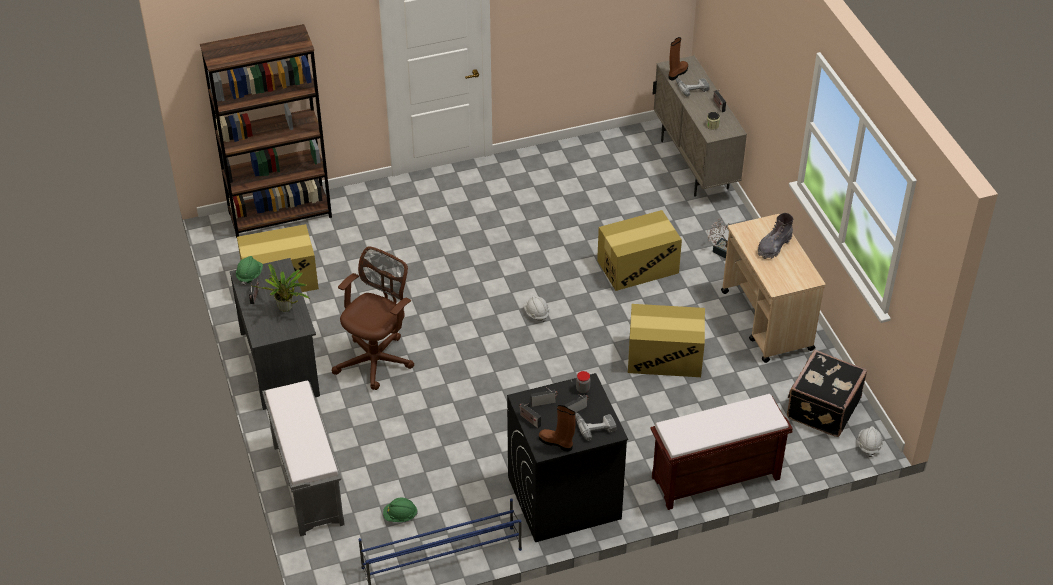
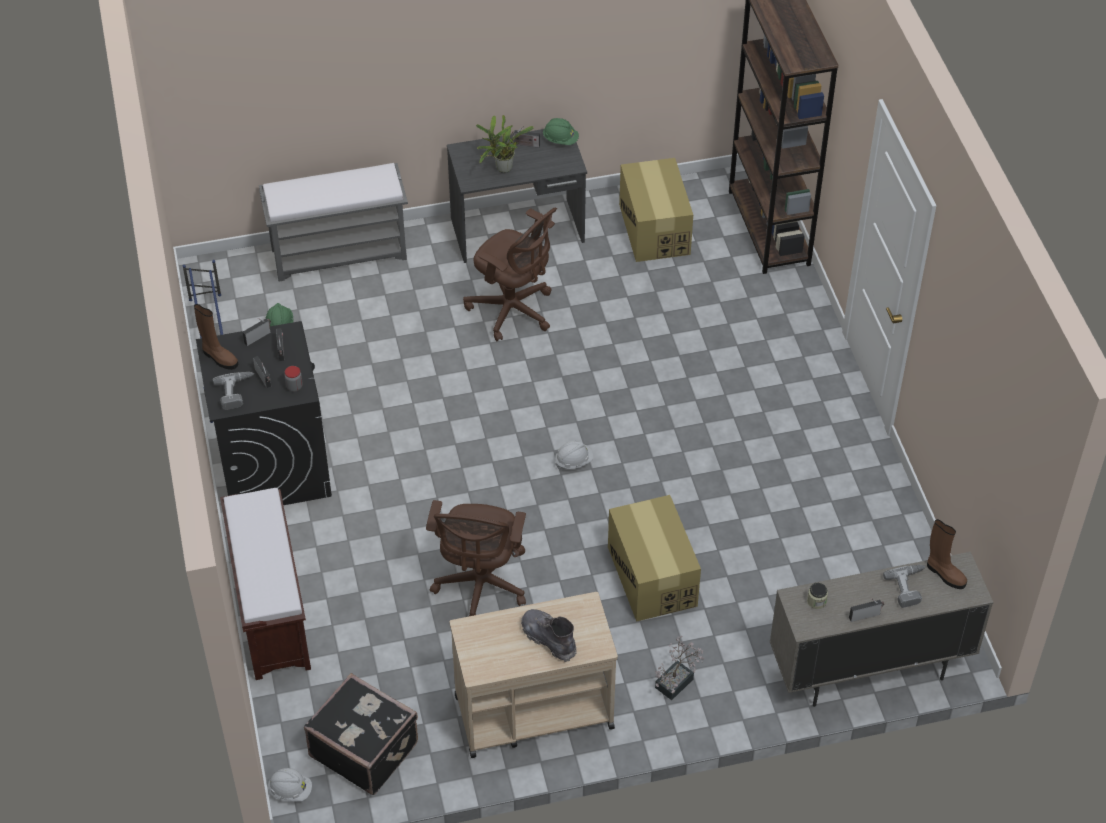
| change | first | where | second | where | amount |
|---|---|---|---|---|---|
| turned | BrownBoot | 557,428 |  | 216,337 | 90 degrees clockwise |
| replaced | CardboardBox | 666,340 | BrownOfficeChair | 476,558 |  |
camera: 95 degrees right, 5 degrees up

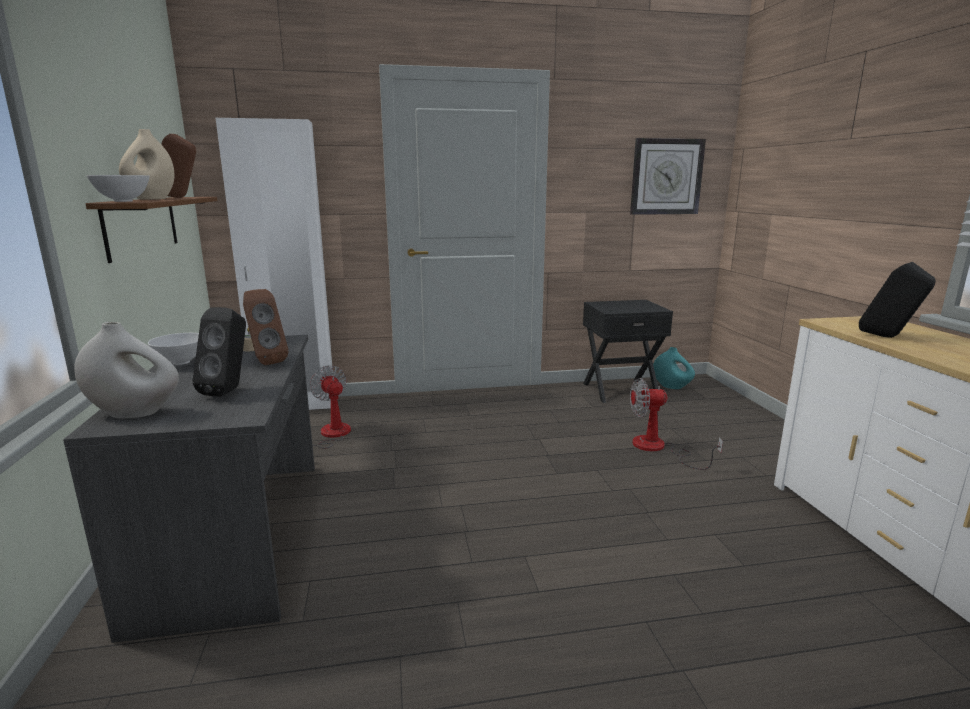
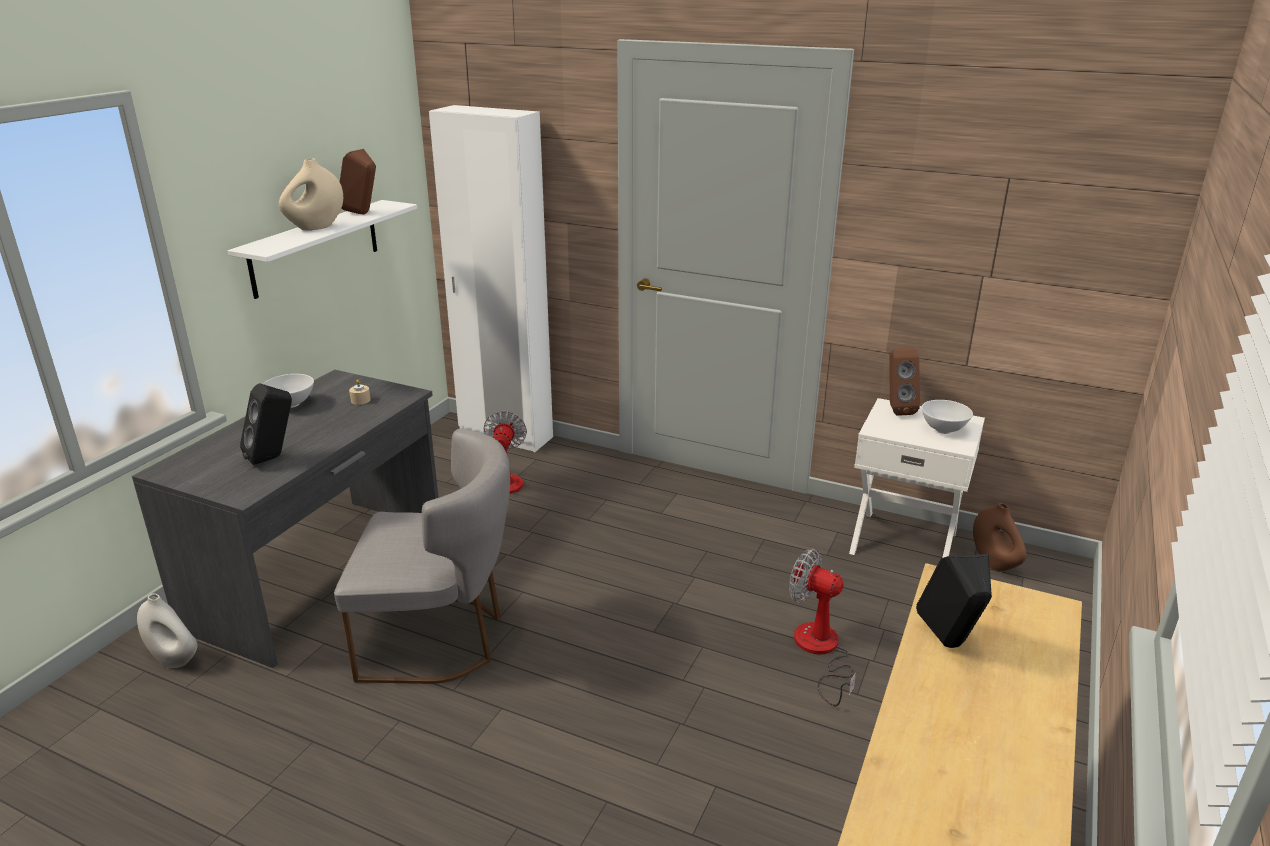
| change | first | where | second | where | amount |
|---|---|---|---|---|---|
| moved | WhiteVase | 126,370 |  | 167,631 |  |
| recoloured | BrownShelf | 151,230 | WhiteShelf | 322,249 |  |
| moved | WhiteBowl | 118,188 |  | 947,417 |  |
| moved | BrownSpeaker | 266,327 |  | 904,381 |  |
| recoloured | BlackNightstand | 628,351 | WhiteNightstand | 917,478 |  |
| removed | WallClock | 668,176 |  |  |  |
| recoloured | TurquoiseVase | 674,368 | BrownVase | 1000,537 |  |
| added |  |  | GreyChair | 422,556 |  |
camera: 35 degrees right, 10 degrees up

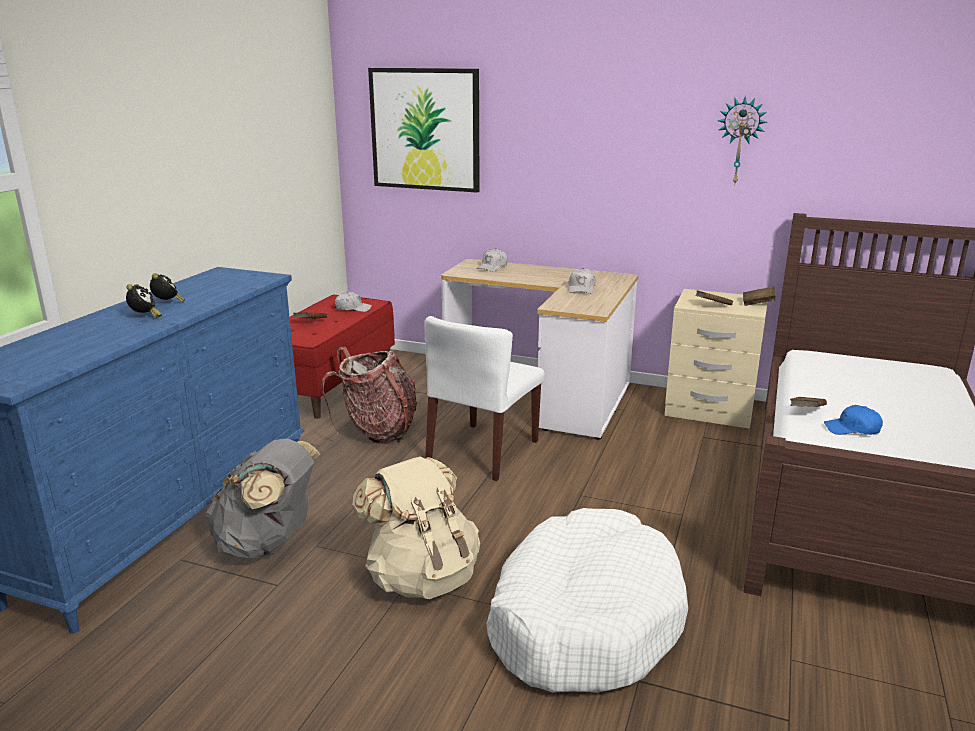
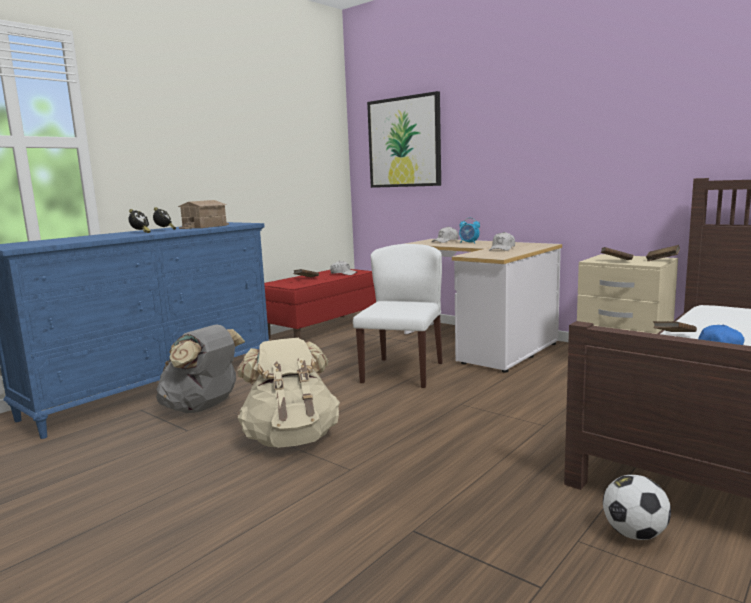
| change | first | where | second | where | amount |
|---|---|---|---|---|---|
| removed | Backpack | 369,395 |  |  |  |
| turned | WhiteChair | 484,398 |  | 398,316 | 150 degrees clockwise |
| removed | WhiteDogBed | 587,600 |  |  |  |
| removed | WallClock | 742,140 |  |  |  |
| added |  |  | ToyHouse | 203,214 |  |
| added |  |  | AlarmClock | 469,231 |  |
| added |  |  | Football | 637,507 |  |
camera: 20 degrees right, 10 degrees down

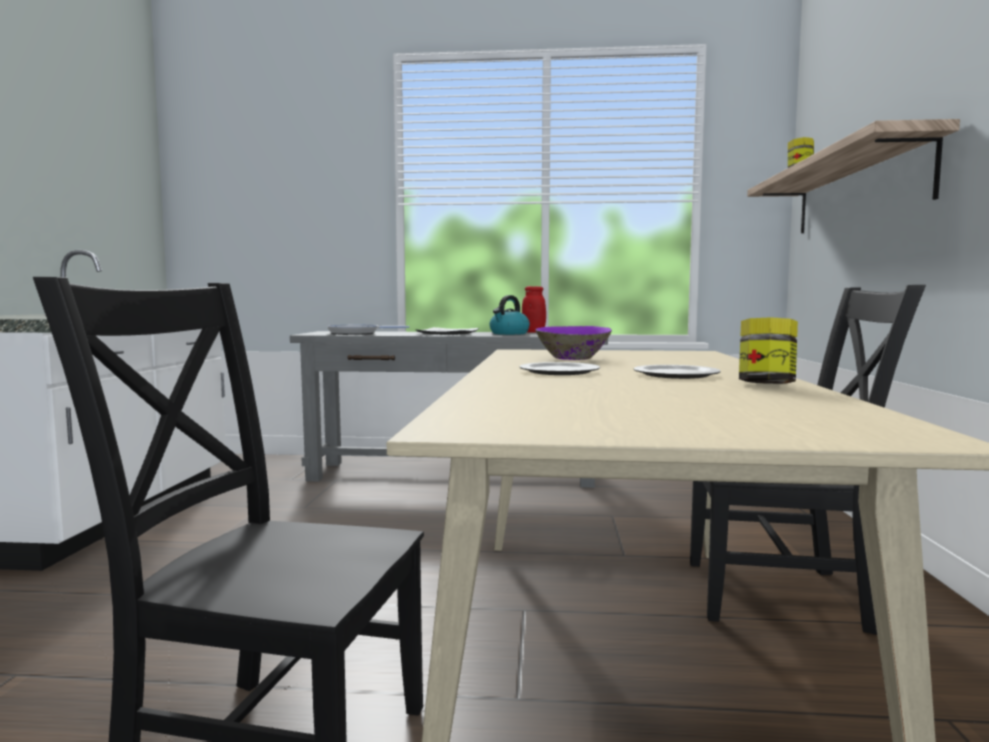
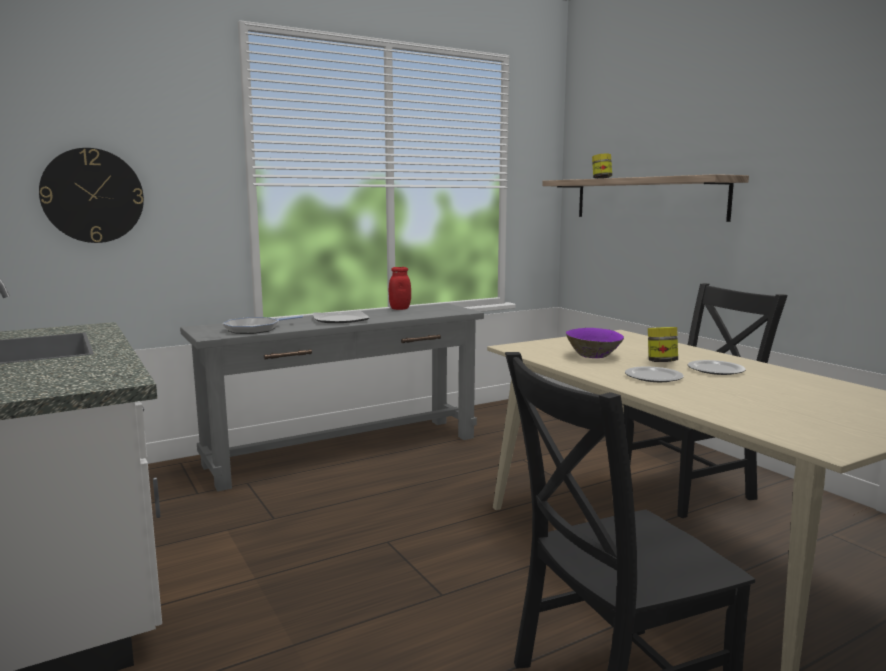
| change | first | where | second | where | amount |
|---|---|---|---|---|---|
| removed | Kettle | 510,315 |  |  |  |
| moved | Jar | 768,350 |  | 663,344 |  |
| added |  |  | WallClock | 91,195 |  |
camera: 35 degrees left, 5 degrees up

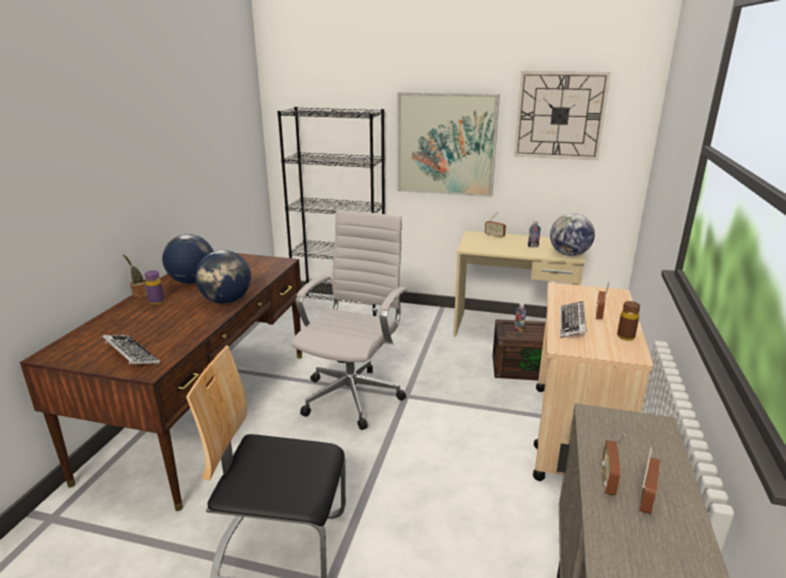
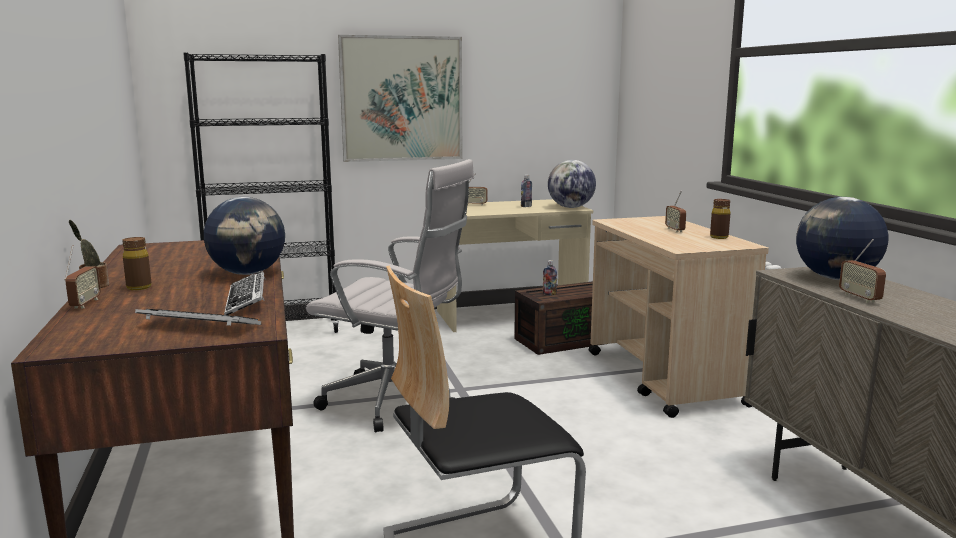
| change | first | where | second | where | amount |
|---|---|---|---|---|---|
| recoloured | PurpleBottle | 154,287 | BrownBottle | 137,263 |  |
| moved | Globe | 188,259 |  | 842,238 |  |
| turned | WhiteOfficeChair | 349,320 |  | 390,296 | 120 degrees clockwise |
| removed | WallClock | 562,115 |  |  |  |
| moved | Keyboard | 573,319 |  | 244,293 |  |
| moved | Radio | 649,480 |  | 82,277 |  |
camera: 30 degrees left, 10 degrees down

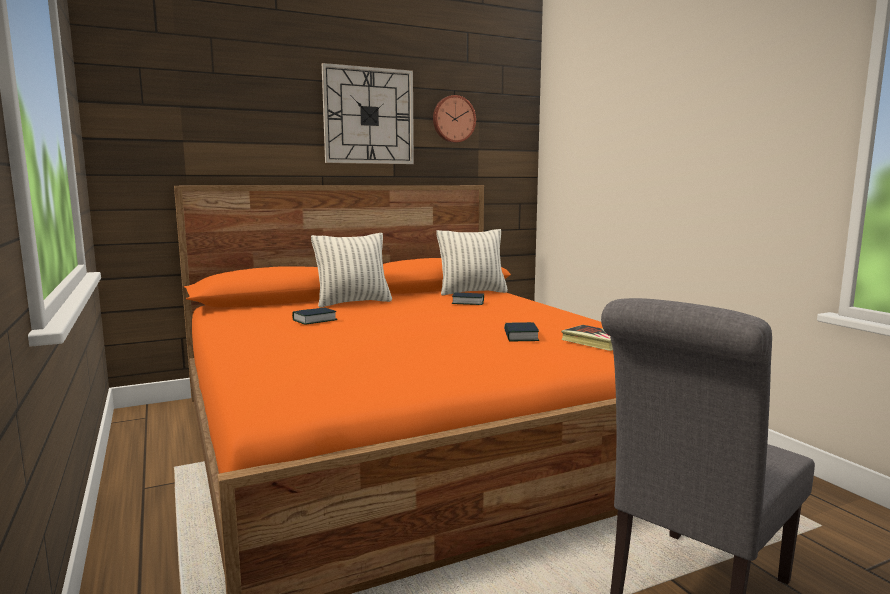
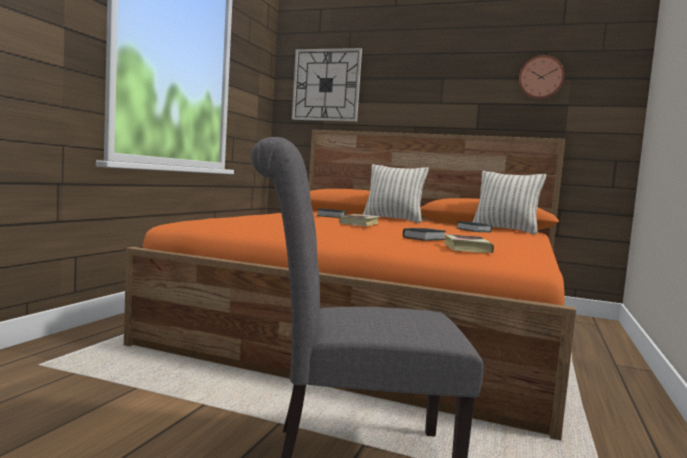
| change | first | where | second | where | amount |
|---|---|---|---|---|---|
| moved | WallClock | 368,113 |  | 327,85 |  |
| added |  |  | Book | 359,220 |  |
camera: 45 degrees right, 5 degrees down

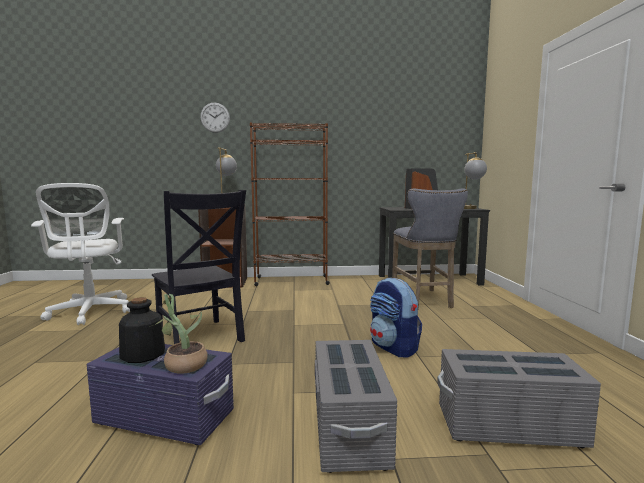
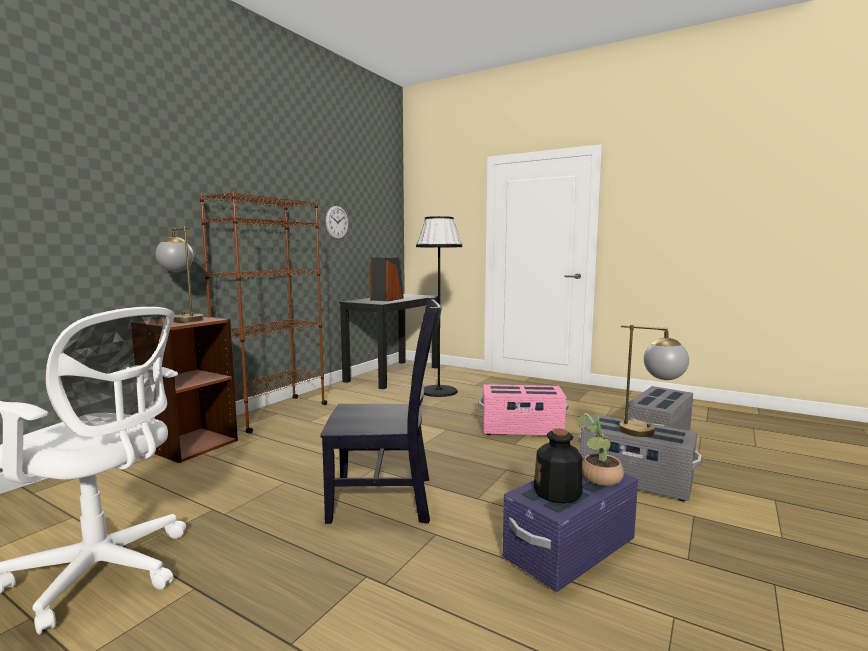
| change | first | where | second | where | amount |
|---|---|---|---|---|---|
| moved | WallClock | 215,117 |  | 337,222 |  |
| replaced | Backpack | 396,318 | PinkStorageBox | 523,409 |  |
| replaced | GreyStool | 430,248 | BlackFloorLamp | 439,306 |  |
| moved | TableLamp | 475,180 |  | 654,381 |  |
camera: 55 degrees left, 0 degrees up

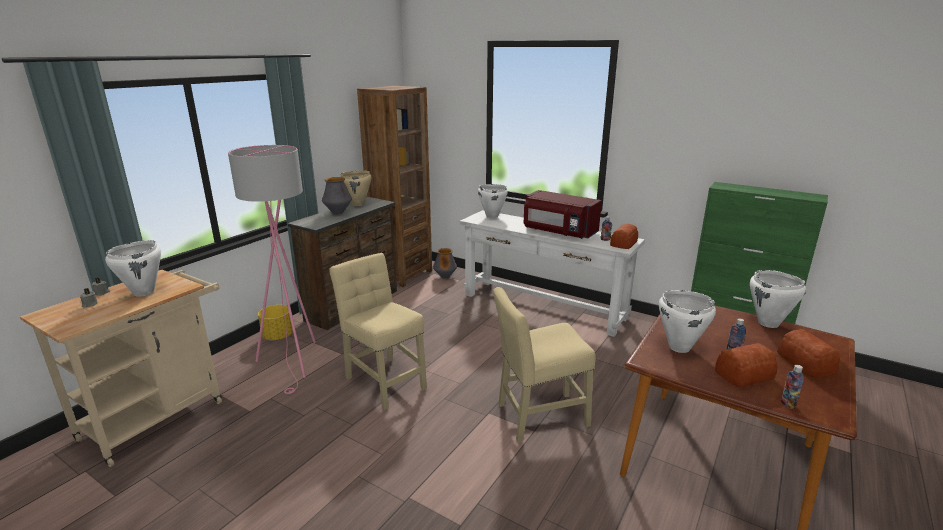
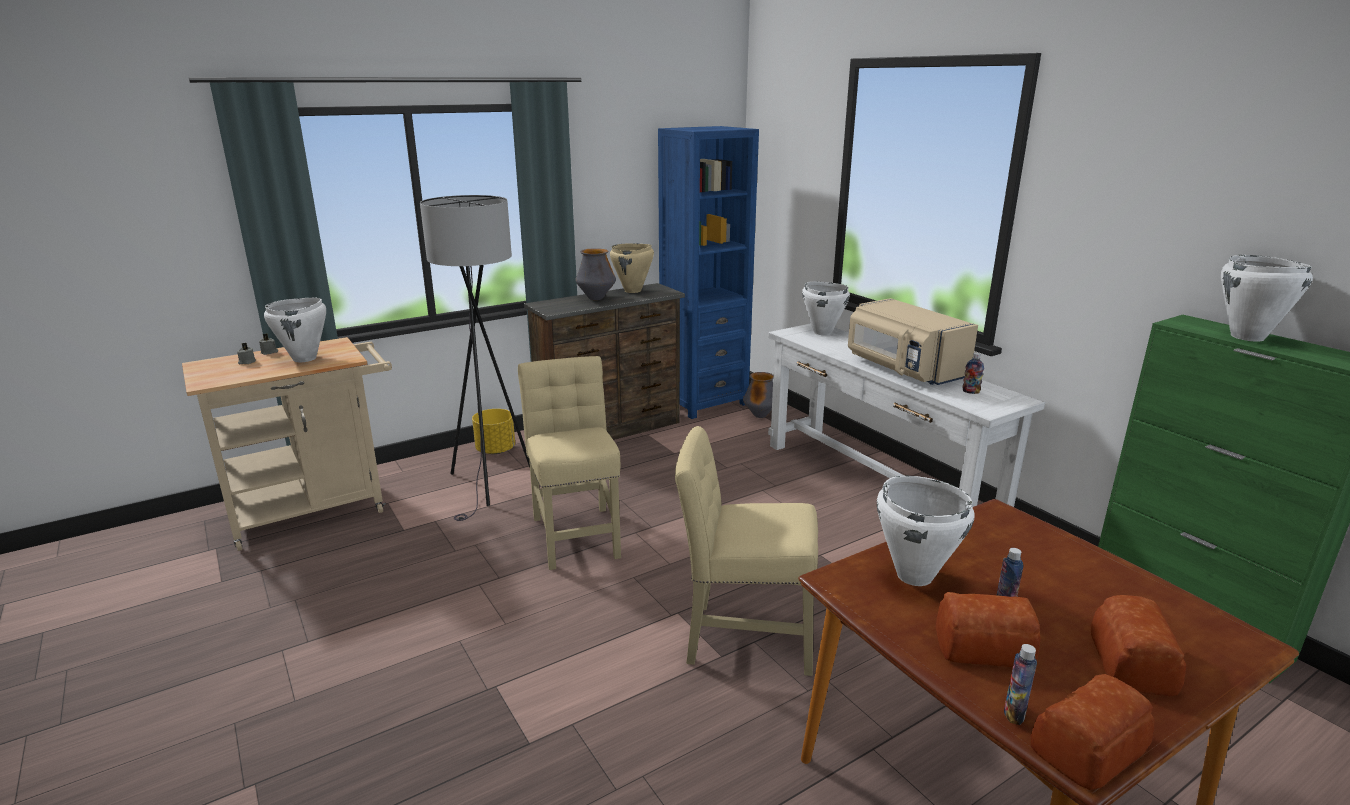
| change | first | where | second | where | amount |
|---|---|---|---|---|---|
| recoloured | PinkFloorLamp | 272,269 | GreyFloorLamp | 475,358 |  |
| recoloured | BrownBookcase | 394,186 | BlueBookcase | 708,272 |  |
| recoloured | RedMicrowave | 563,214 | BeigeMicrowave | 913,341 |  |
| moved | Bread | 624,236 |  | 1093,732 |  |
| moved | WhiteCookingPot | 778,299 |  | 1267,298 |  |
camera: 25 degrees right, 0 degrees up

